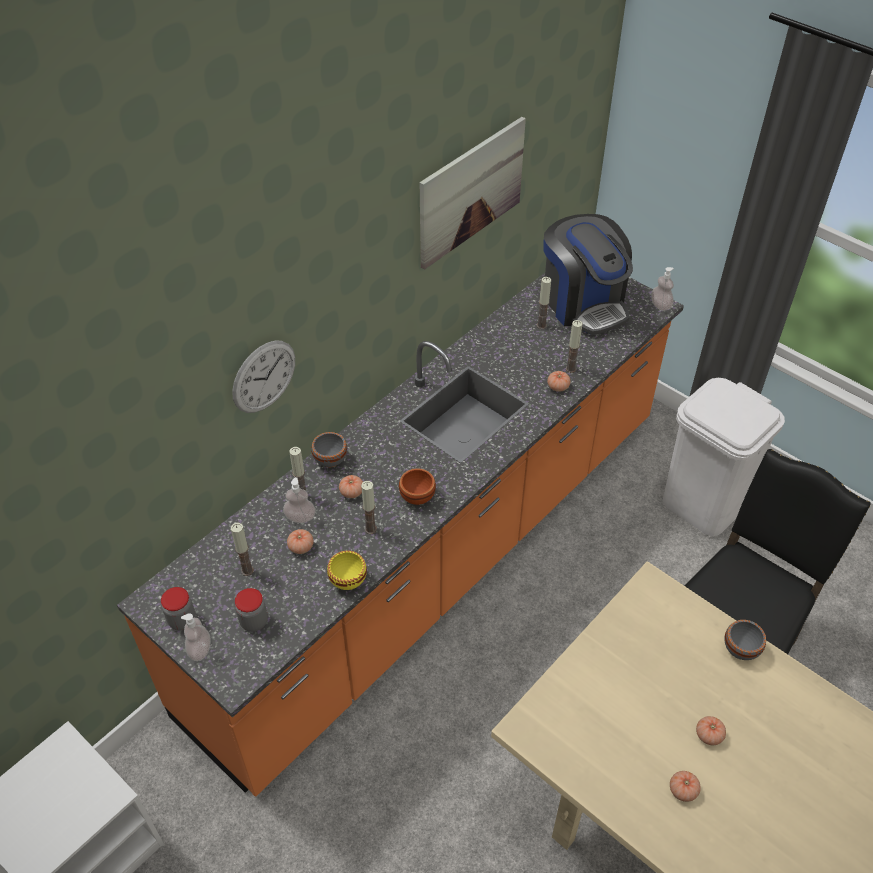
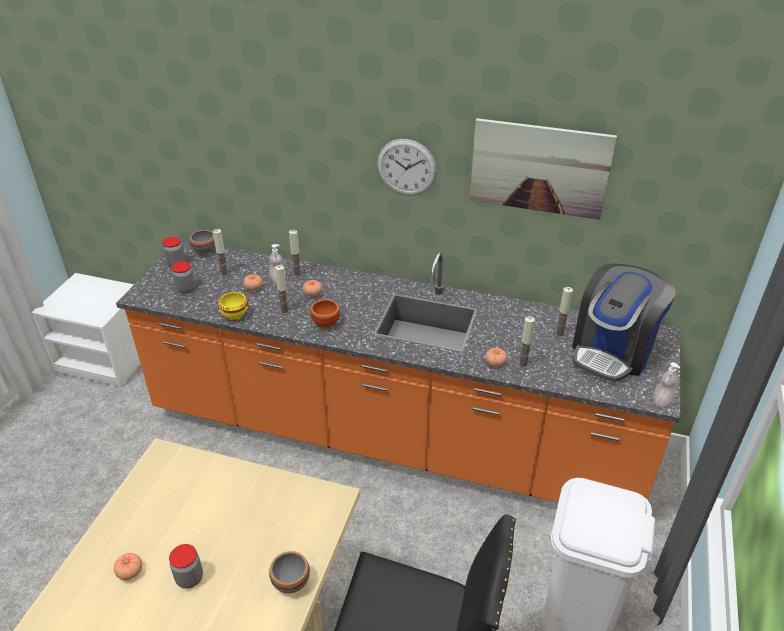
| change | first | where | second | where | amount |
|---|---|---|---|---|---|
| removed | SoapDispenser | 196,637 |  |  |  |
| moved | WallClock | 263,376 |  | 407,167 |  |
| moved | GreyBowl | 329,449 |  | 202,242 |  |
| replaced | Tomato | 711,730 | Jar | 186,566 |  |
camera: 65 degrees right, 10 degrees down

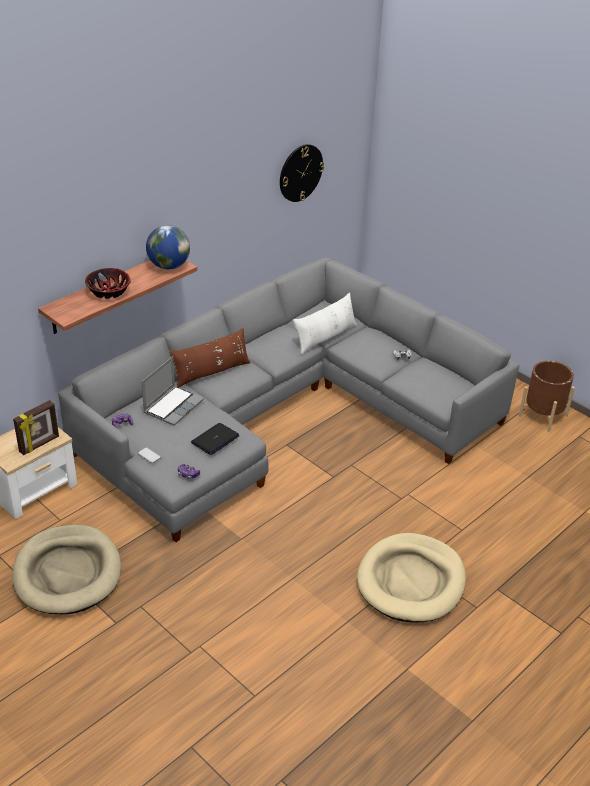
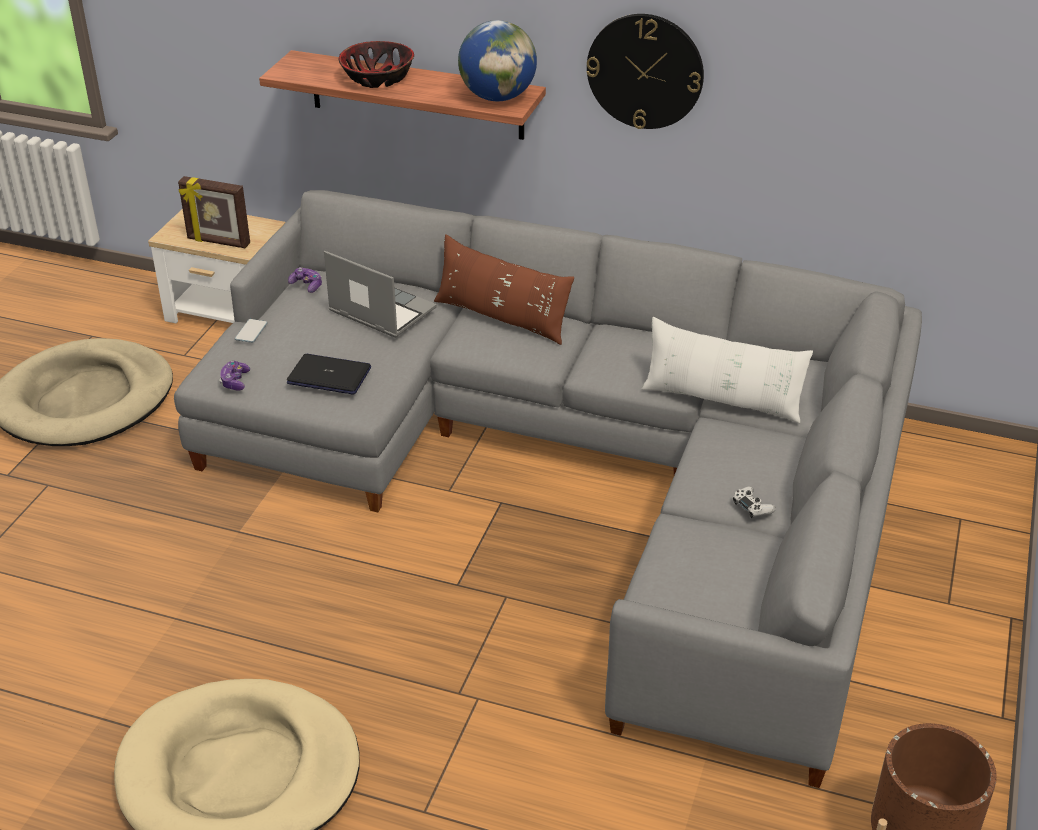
| change | first | where | second | where | amount |
|---|---|---|---|---|---|
| turned | Laptop | 172,391 |  | 380,294 | 150 degrees counterclockwise |
| moved | WallClock | 302,173 |  | 645,71 |  |
camera: 65 degrees right, 0 degrees up

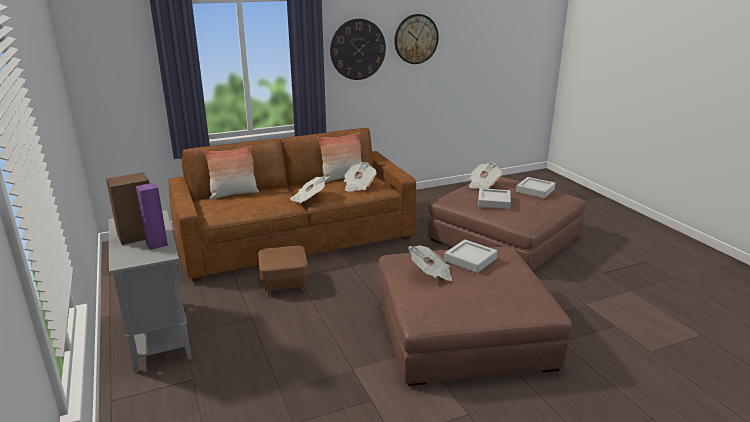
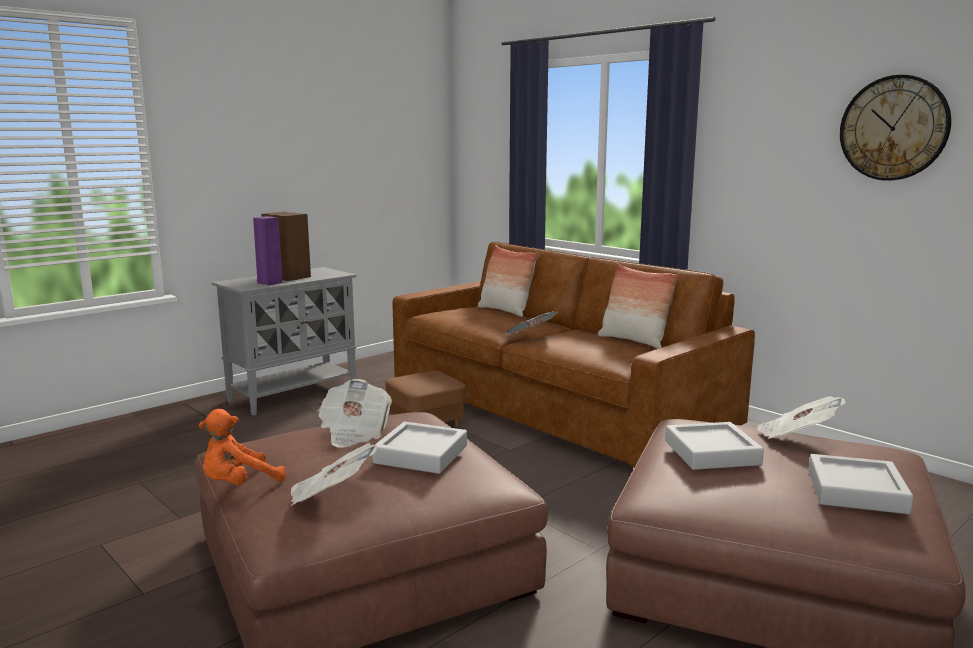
| change | first | where | second | where | amount |
|---|---|---|---|---|---|
| removed | WallClock | 358,49 |  |  |  |
| moved | Newspaper | 360,177 |  | 334,474 |  |
| added |  |  | OrangePlushToy | 242,447 |  |
camera: 70 degrees right, 10 degrees down

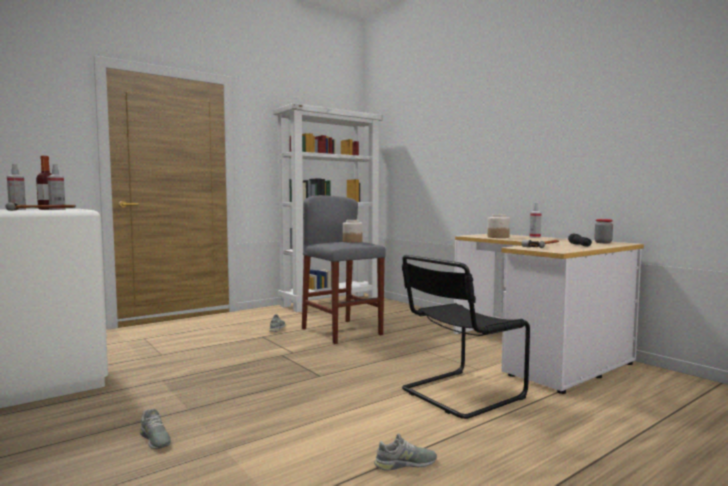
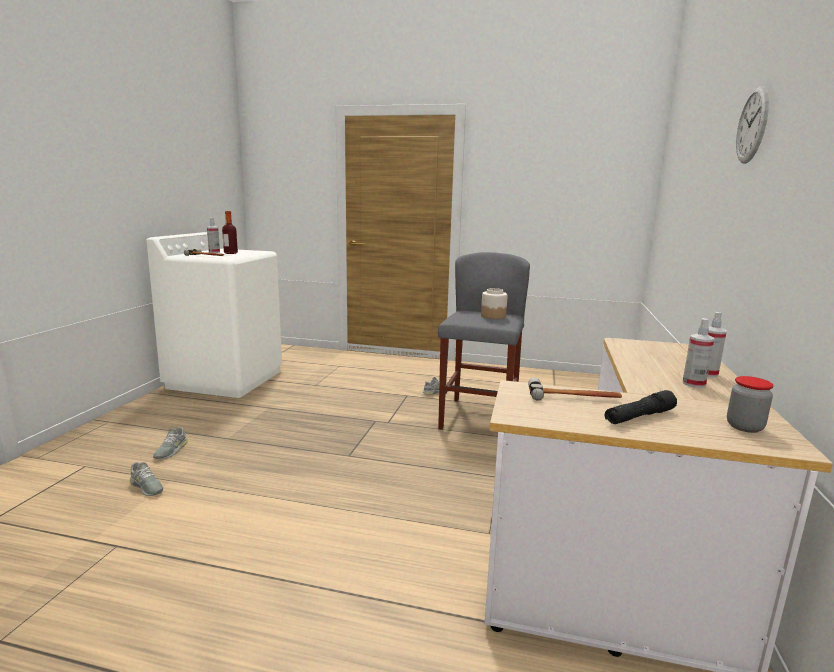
| change | first | where | second | where | amount |
|---|---|---|---|---|---|
| moved | SprayBottle | 57,187 |  | 698,353 |  |
| removed | WhiteBookcase | 328,207 |  |  |  |
| moved | GreyShoe | 405,452 |  | 146,479 |  |
| removed | BlackChair | 466,337 |  |  |  |
| removed | Jar | 499,226 |  |  |  |
| added |  |  | WallClock | 752,125 |  |
camera: 50 degrees right, 10 degrees up

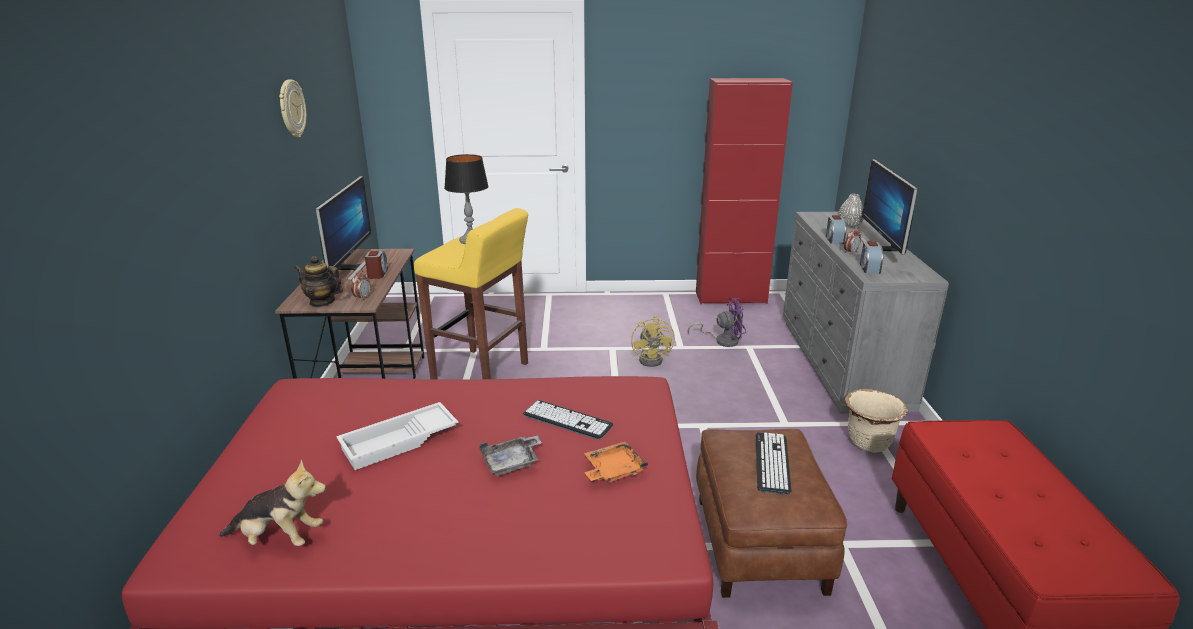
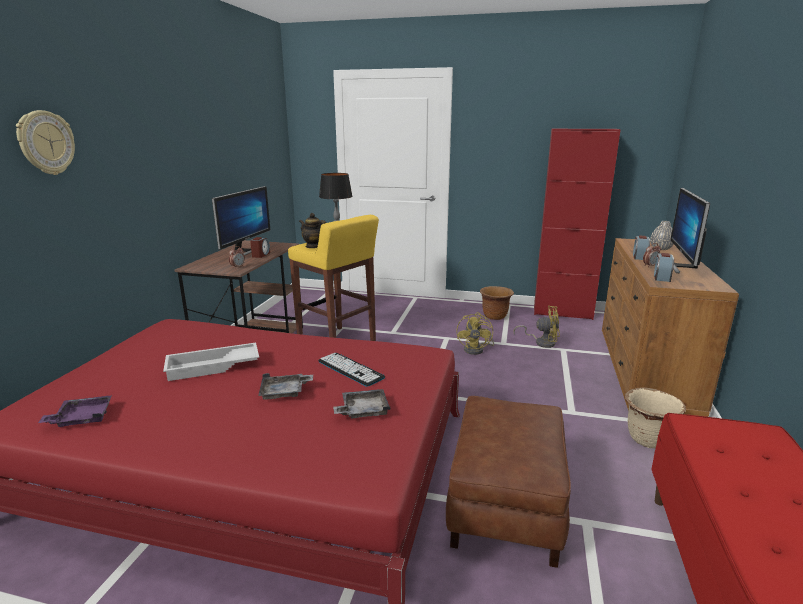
| change | first | where | second | where | amount |
|---|---|---|---|---|---|
| replaced | PlushToy | 272,503 | PurpleTray | 75,411 |  |
| moved | WallClock | 292,108 |  | 45,142 |  |
| moved | Teapot | 318,281 |  | 312,230 |  |
| recoloured | OrangeTray | 616,461 | GreyTray | 362,403 |  |
| recoloured | PurpleFan | 717,322 | YellowFan | 537,327 |  |
| removed | Keyboard | 773,463 |  |  |  |
| recoloured | GreyDresser | 866,313 | BrownDresser | 670,327 |  |
| added |  |  | BrownPlanter | 497,303 |  |
camera: 15 degrees right, 5 degrees down

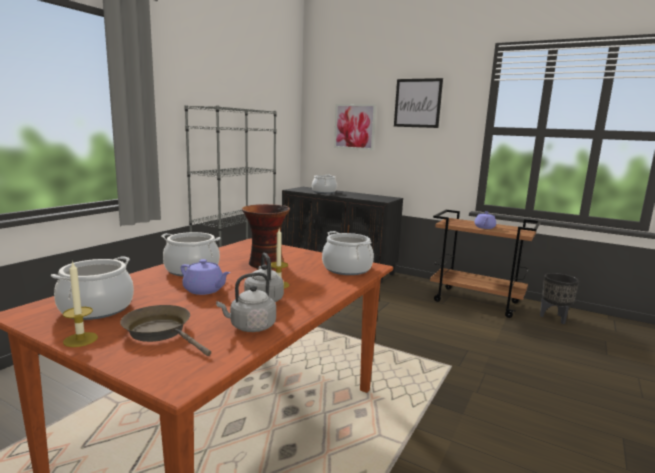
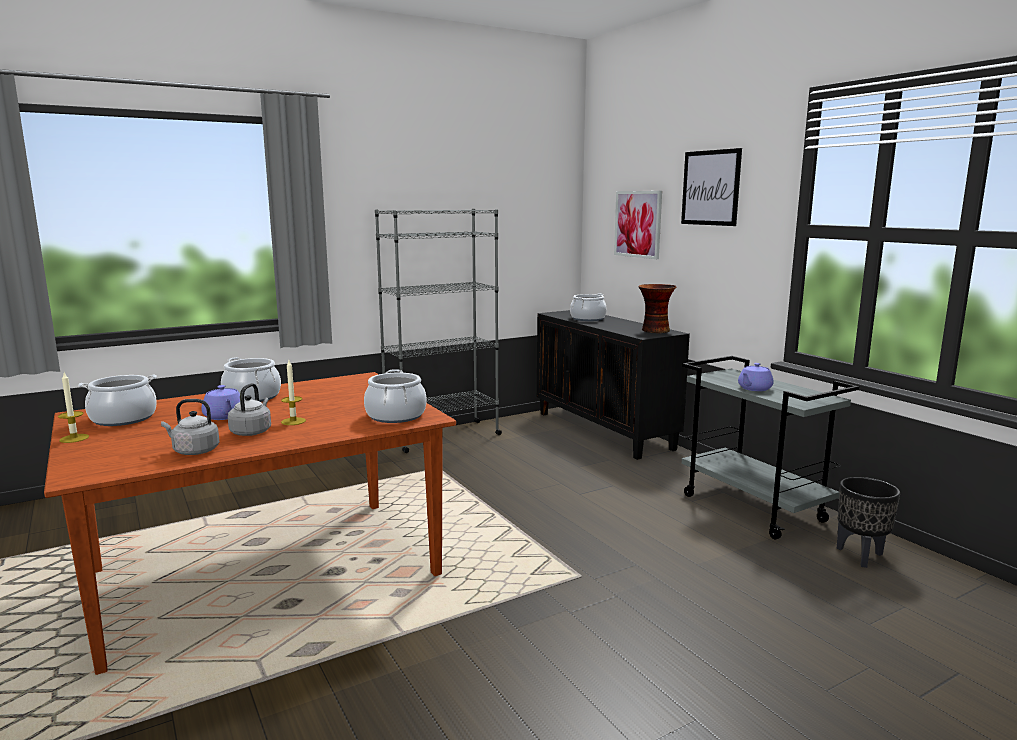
| change | first | where | second | where | amount |
|---|---|---|---|---|---|
| removed | BrownFryingPan | 165,330 |  |  |  |
| moved | Vase | 266,236 |  | 657,308 |  |
| recoloured | BrownCart | 485,264 | GreyCart | 770,448 |  |
camera: 30 degrees right, 0 degrees up

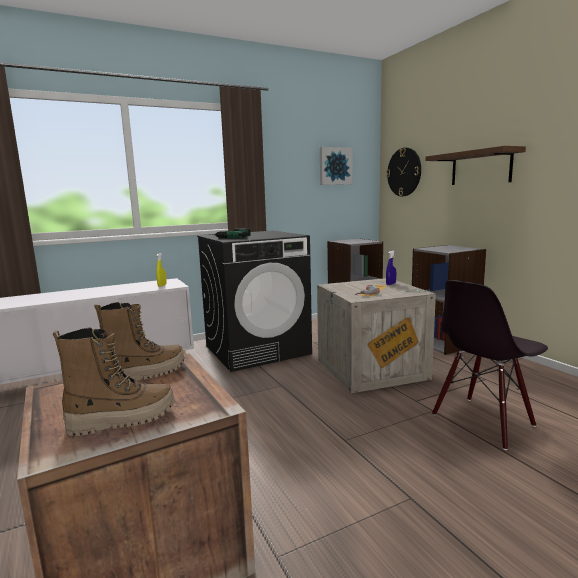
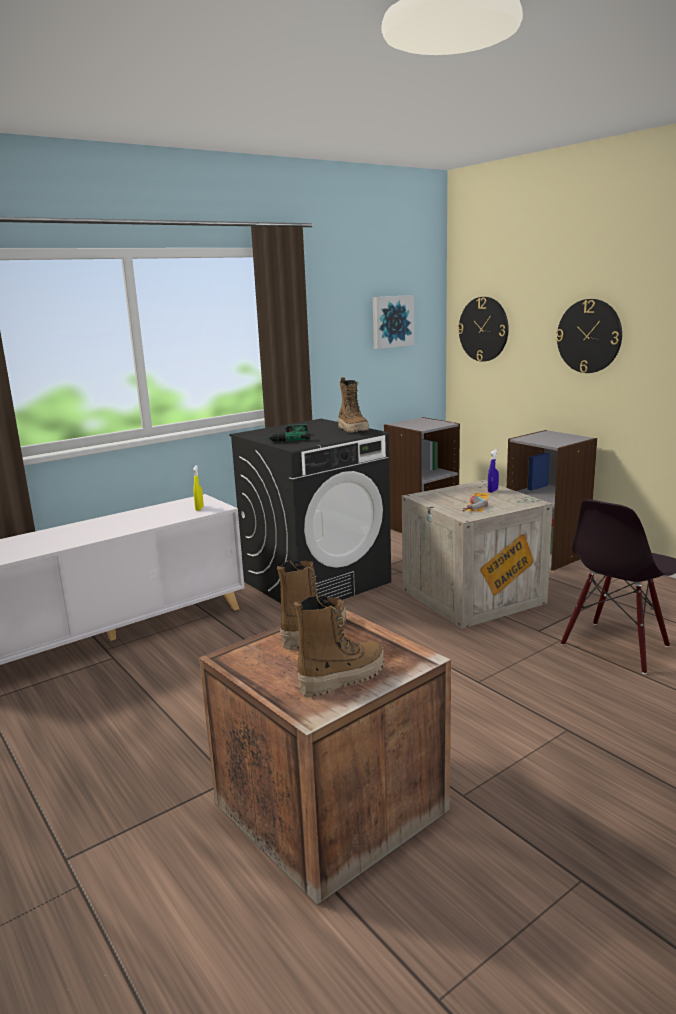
| change | first | where | second | where | amount |
|---|---|---|---|---|---|
| replaced | BrownShelf | 475,165 | WallClock | 589,336 |  |
| added |  |  | Boot | 353,405 |  |
camera: 10 degrees left, 5 degrees up

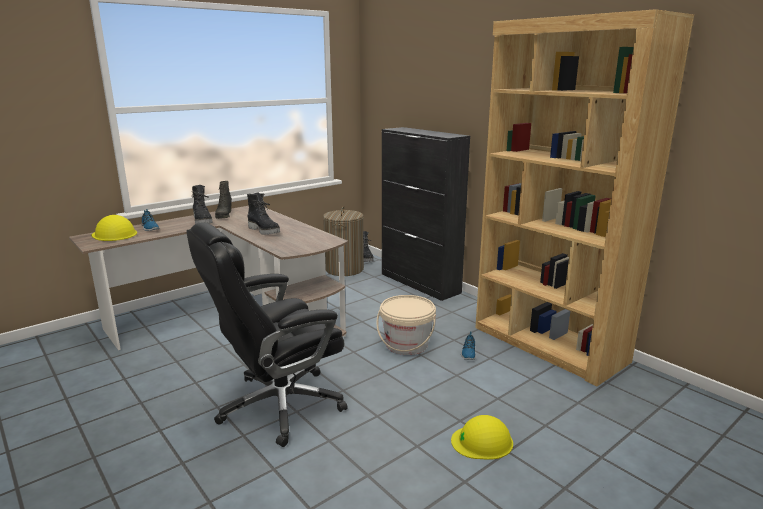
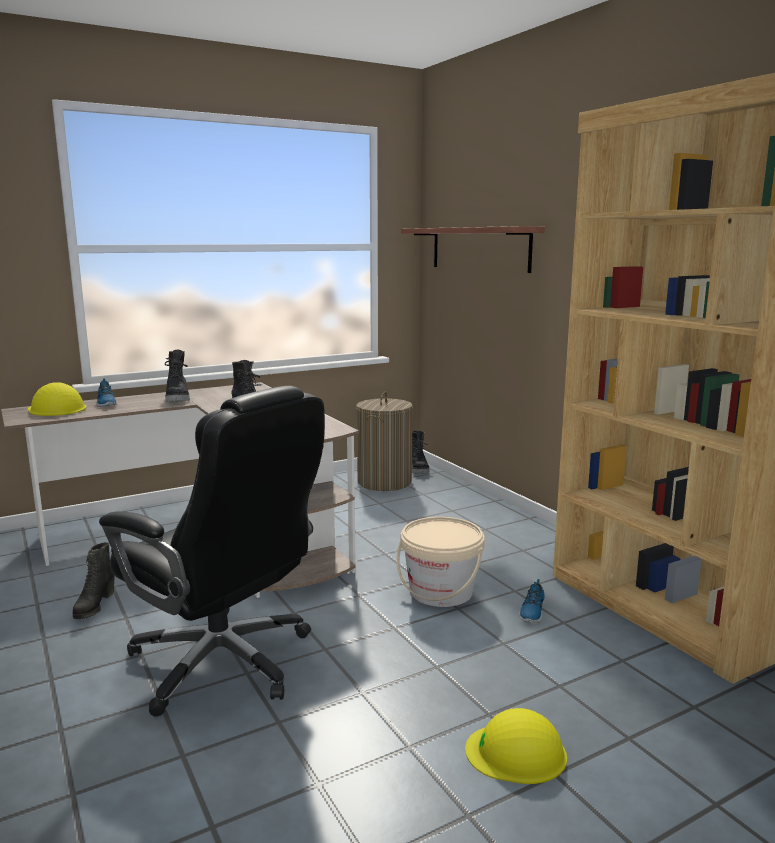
| change | first | where | second | where | amount |
|---|---|---|---|---|---|
| turned | BlackOfficeChair | 266,334 |  | 212,551 | 120 degrees counterclockwise |
| moved | BlackBoot | 223,200 |  | 93,580 |  |
| removed | BlackCabinet | 426,214 |  |  |  |
| added |  |  | Shelf | 473,249 |  |
camera: 10 degrees right, 5 degrees down

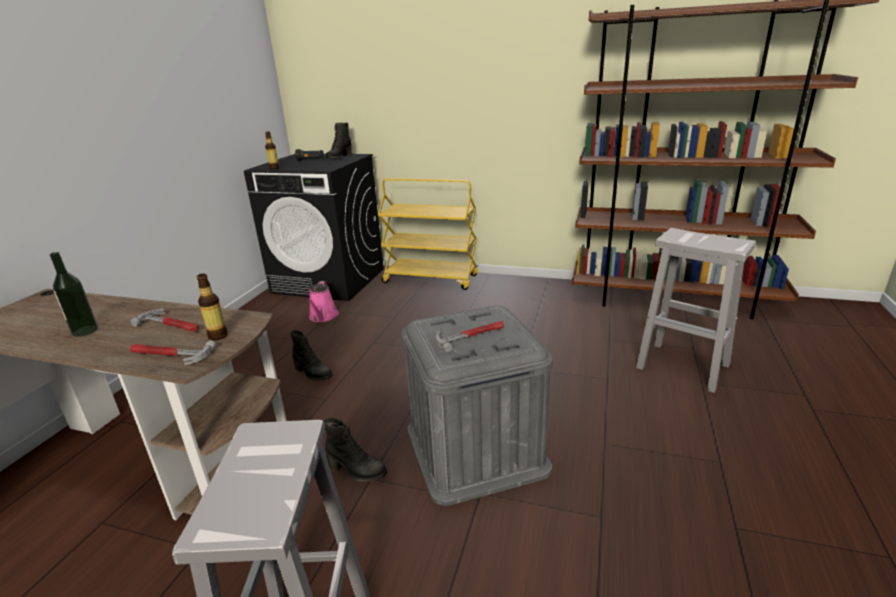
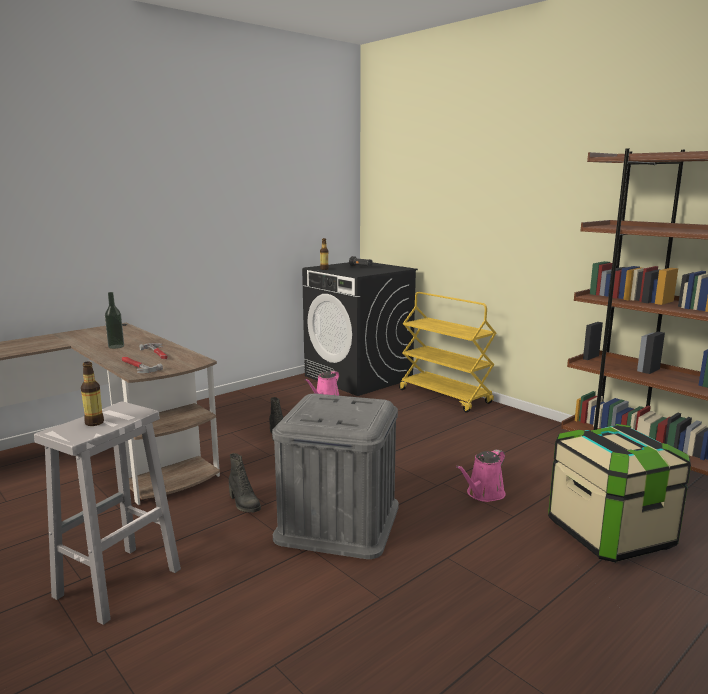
| change | first | where | second | where | amount |
|---|---|---|---|---|---|
| moved | Bottle | 212,307 |  | 92,394 |  |
| removed | BlackBoot | 339,141 |  |  |  |
| removed | Hammer | 470,336 |  |  |  |
| replaced | WhiteStool | 696,310 | StorageBox | 619,493 |  |
| added |  |  | PinkWateringCan | 481,475 |  |
camera: 30 degrees right, 10 degrees down

